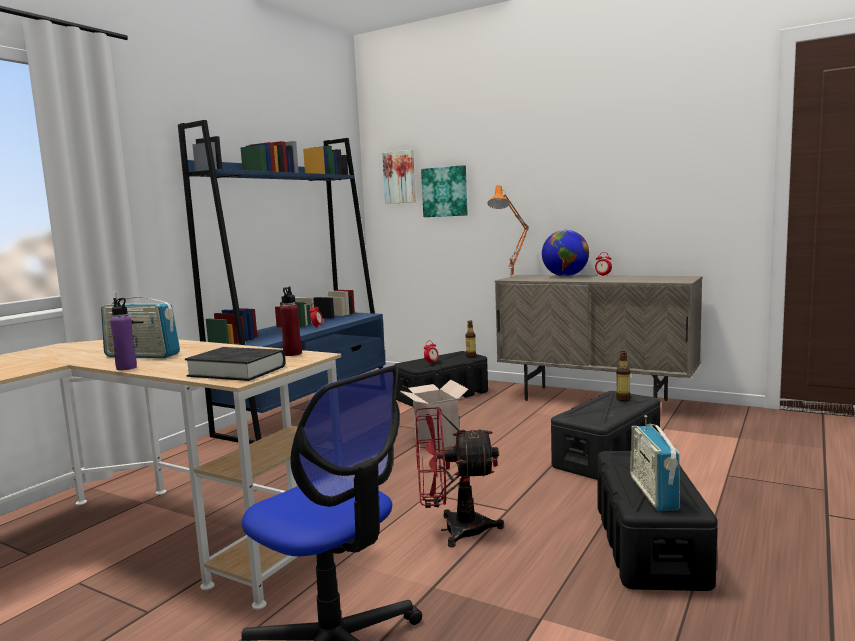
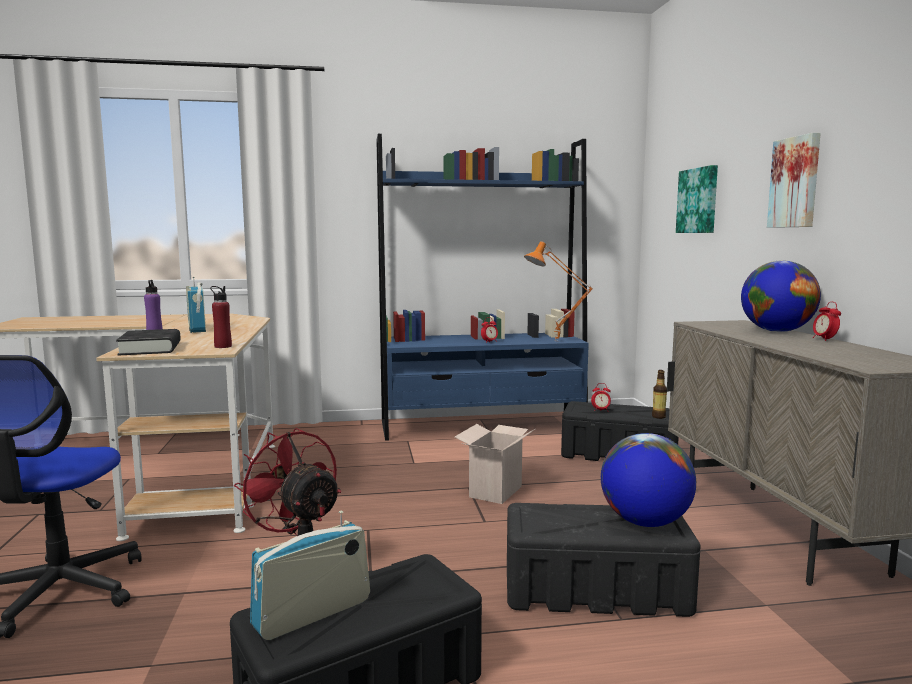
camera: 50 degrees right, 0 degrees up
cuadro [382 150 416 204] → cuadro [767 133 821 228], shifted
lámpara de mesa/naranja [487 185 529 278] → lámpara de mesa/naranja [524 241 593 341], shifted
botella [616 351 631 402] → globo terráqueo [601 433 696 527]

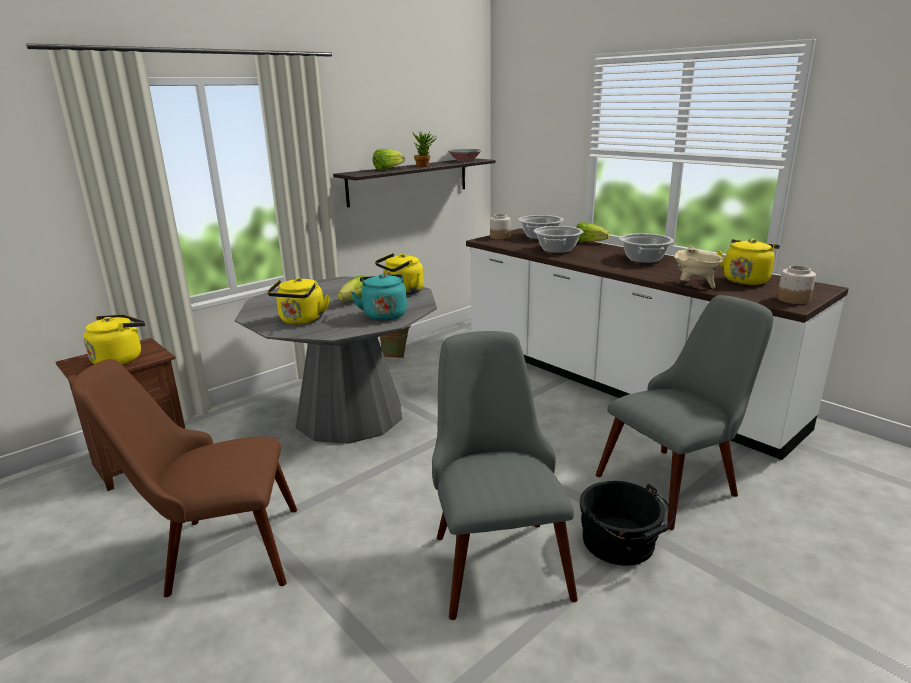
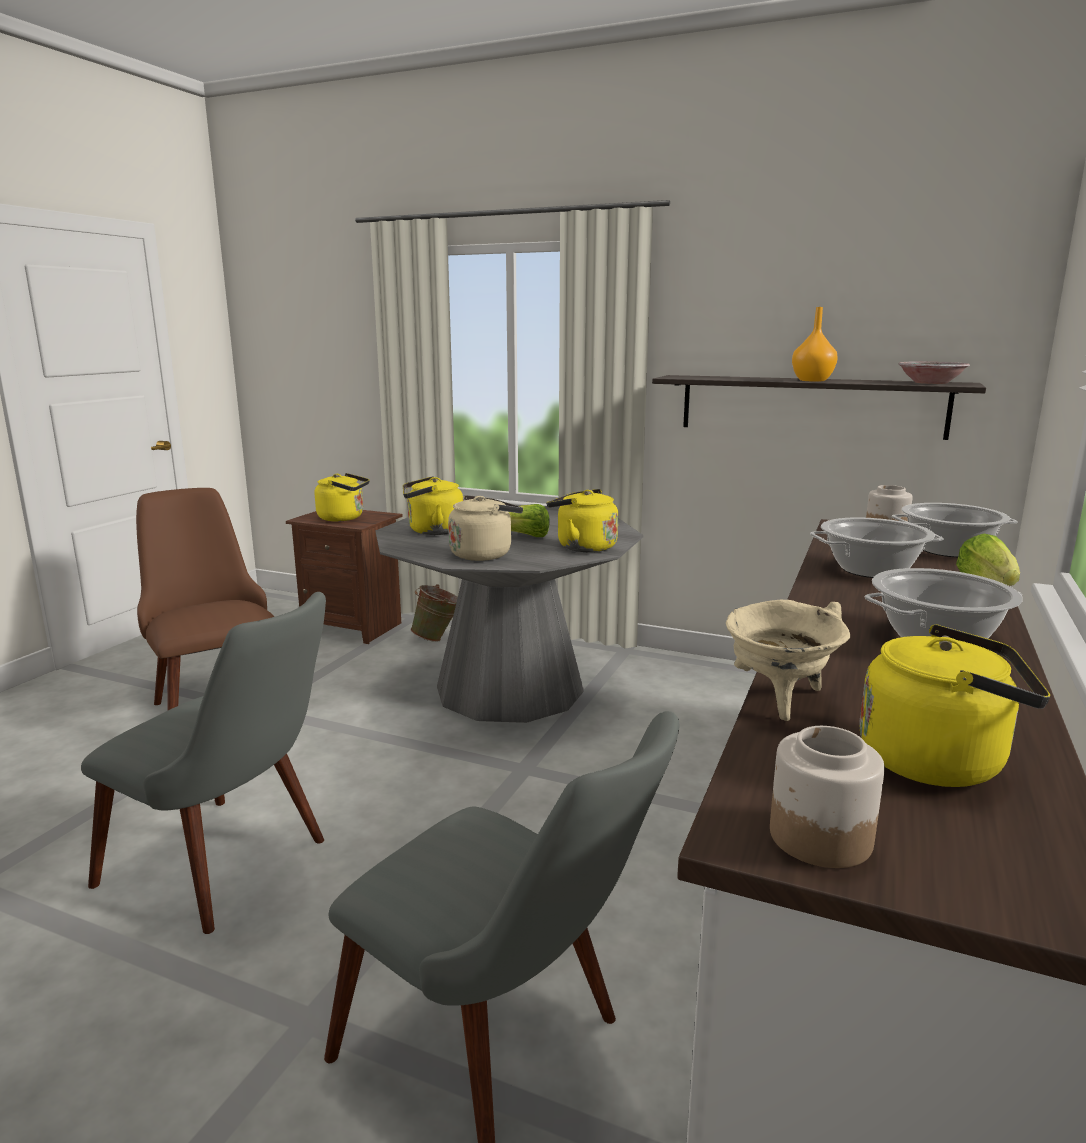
camera: 65 degrees right, 5 degrees down
planta en maceta [412 131 437 167] → florero/naranja [792 307 838 382]
lechuga [373 149 405 170] → -
hervidor/turquesa [351 274 407 321] → hervidor/beis [448 495 523 561]
cubo/verde [380 325 411 358] → cubo/verde [411 584 458 642], shifted
silla/gris [432 331 578 620] → silla/gris [81 592 326 934], 60 degrees clockwise
cubo/negro [579 481 675 566] → -

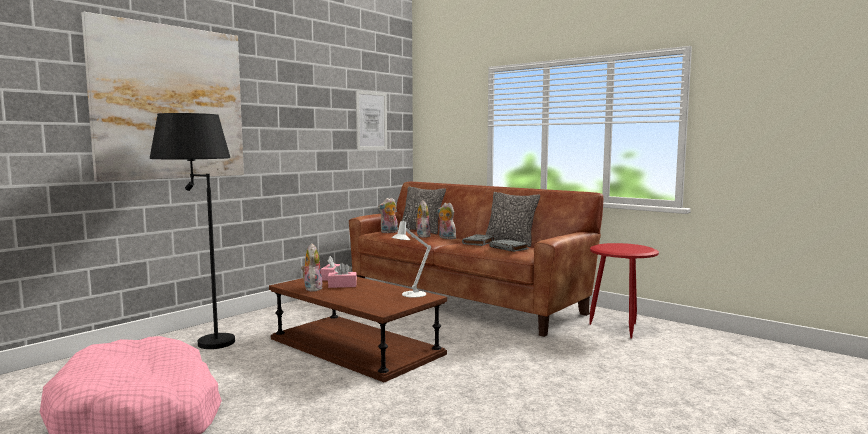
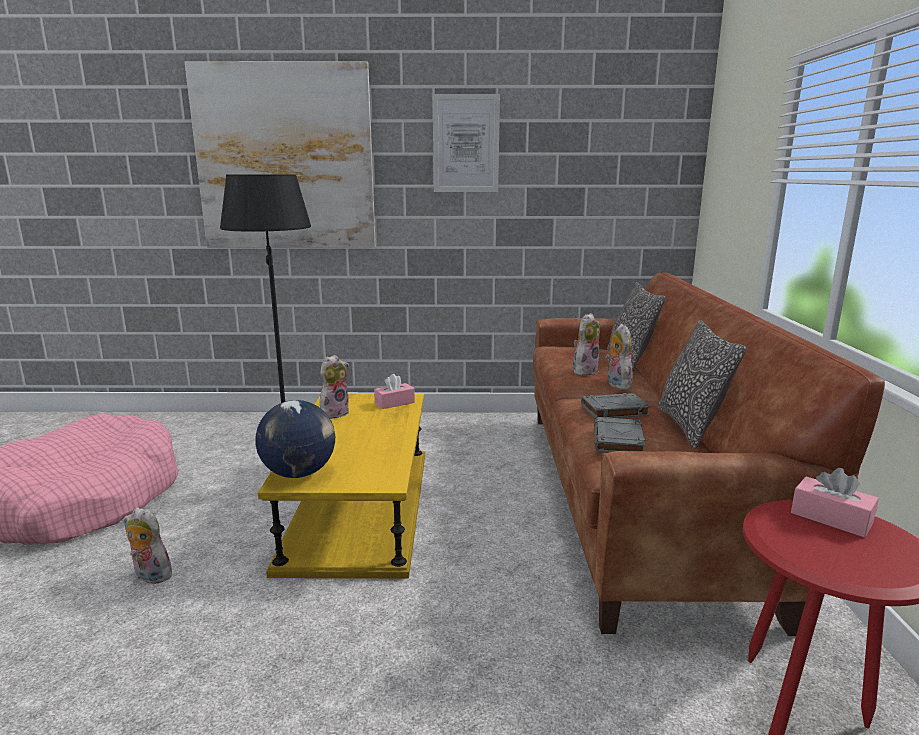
camera: 50 degrees right, 10 degrees up
cuadro [356 90 387 150] → cuadro [433 94 500 192], shifted
peluche [378 198 398 233] → peluche [124 507 172 584], shifted
lámpara de mesa/blanco [391 216 431 298] → -
caja de pañuelos/rosa [328 263 357 288] → caja de pañuelos/rosa [791 468 879 537], shifted
mesa de centro/marrón [269 277 447 383] → mesa de centro/amarillo [258 393 425 578]
- → globo terráqueo [255 400 335 478]

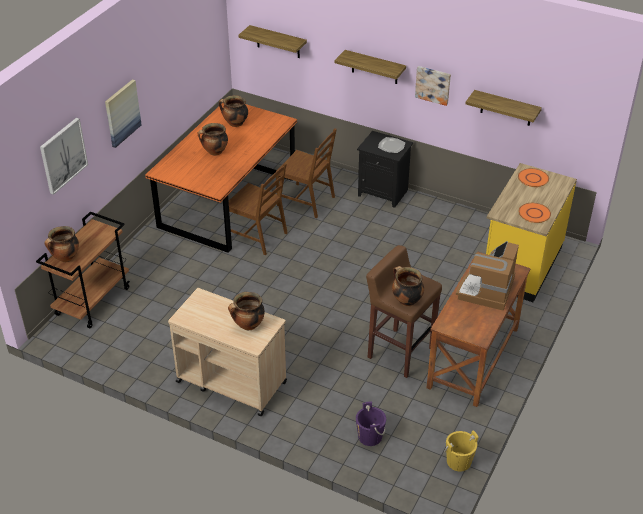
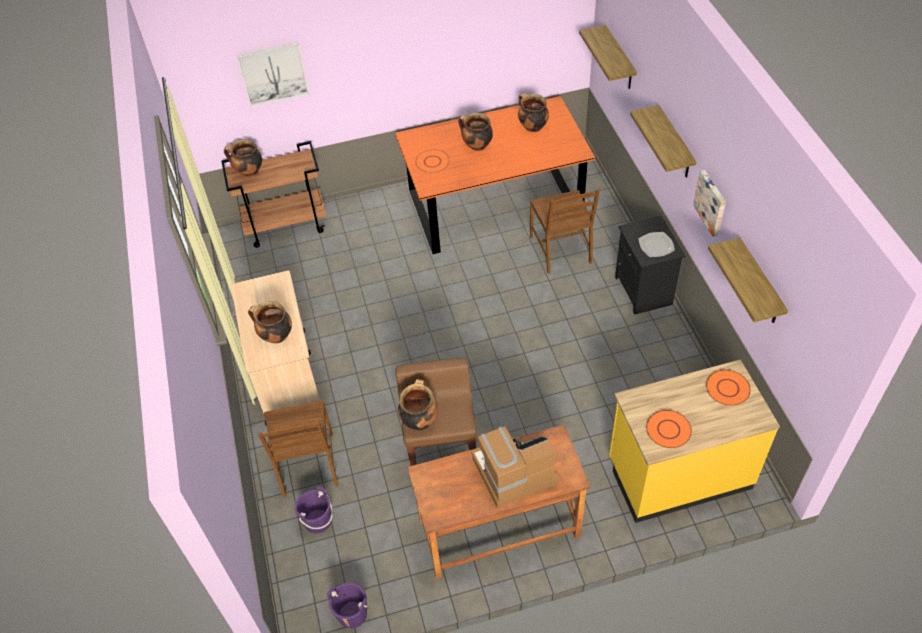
camera: 50 degrees right, 10 degrees up
cuadro [105 79 142 148] → -
silla/marrón [229 163 288 255] → silla/marrón [258 400 338 498], shifted
cubo/amarillo [444 430 479 472] → cubo/morado [327 582 369 629]
- → plato/naranja [415 149 450 173]

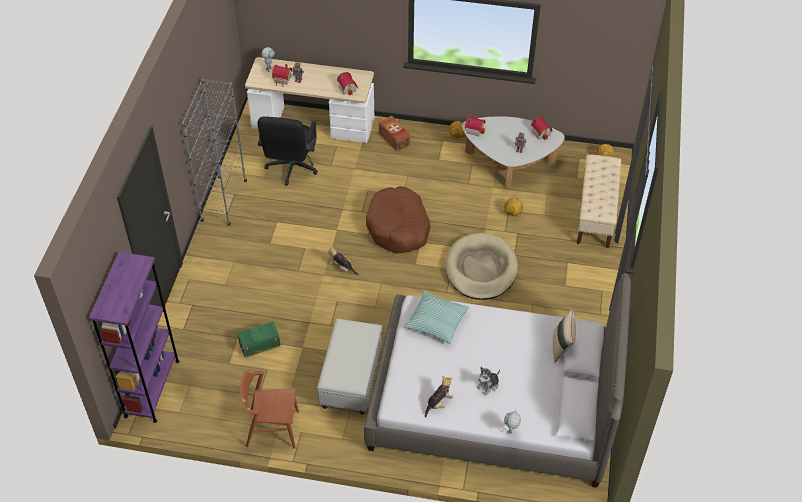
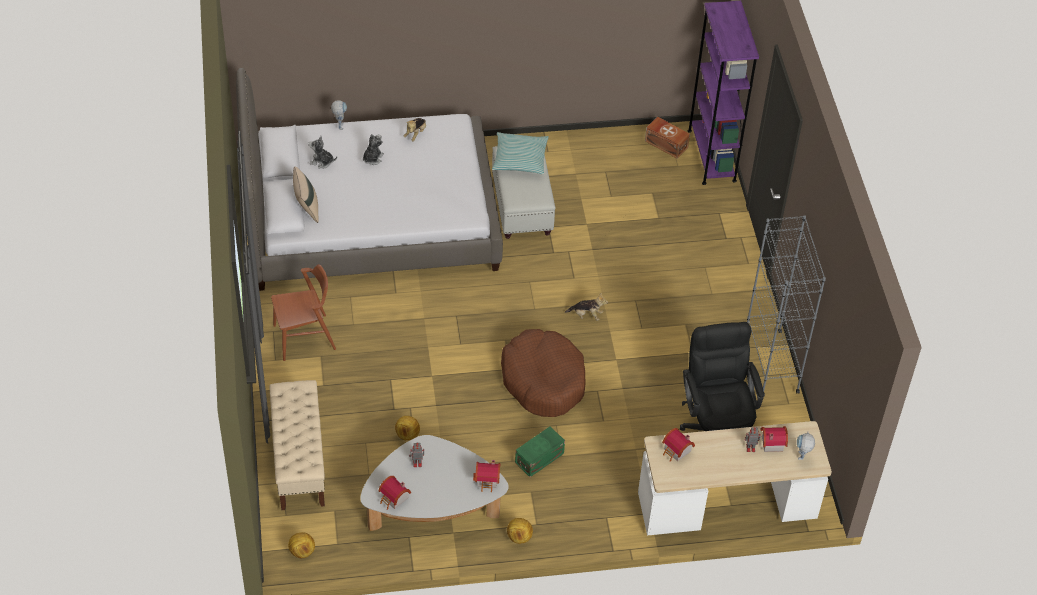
camera: 160 degrees right, 0 degrees up
caja de almacenaje/marrón [379 116 410 152] → caja de almacenaje/marrón [645 117 690 159], shifted
cama para perro/beis [445 233 518 300] → -
cojín [404 291 469 344] → cojín [492 132 549 174], shifted
caja de almacenaje/verde [238 321 281 358] → caja de almacenaje/verde [515 427 565 477], shifted
silla/marrón [240 371 299 449] → silla/marrón [271 264 336 361], shifted
- → peluche [308 136 337 169]

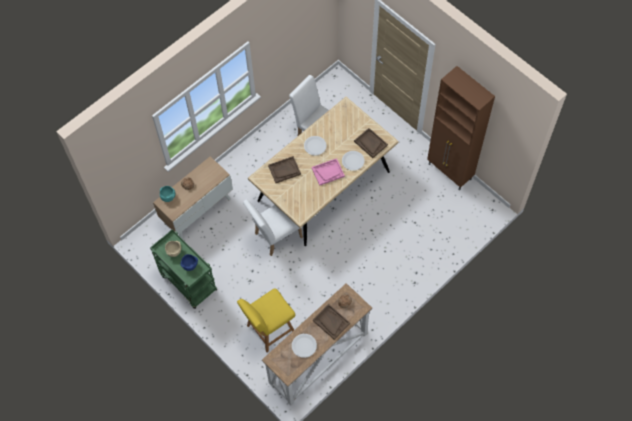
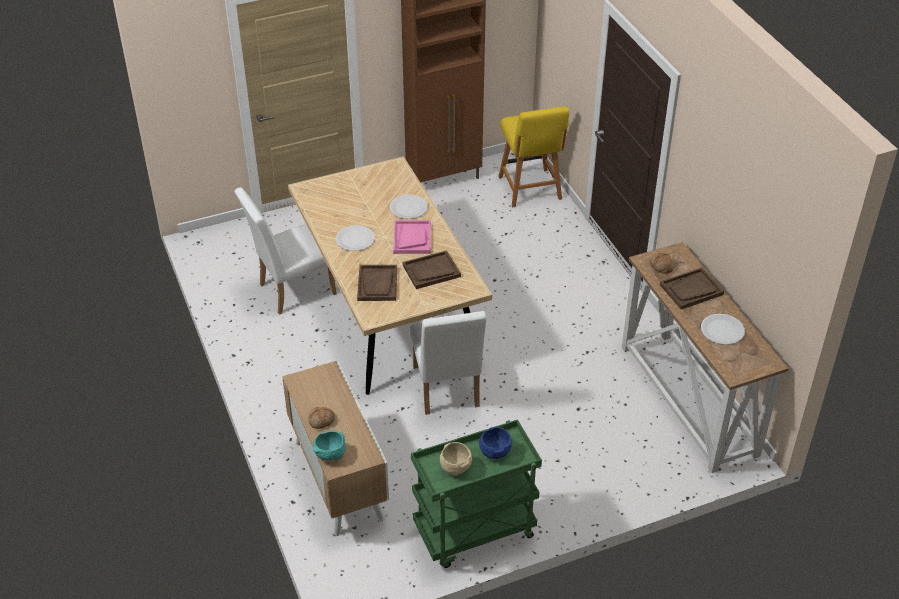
camera: 70 degrees left, 20 degrees down
bandeja/marrón [354 128 388 158] → bandeja/marrón [403 250 461 289], shifted
silla/amarillo [237 288 295 352] → silla/amarillo [498 106 569 207], shifted

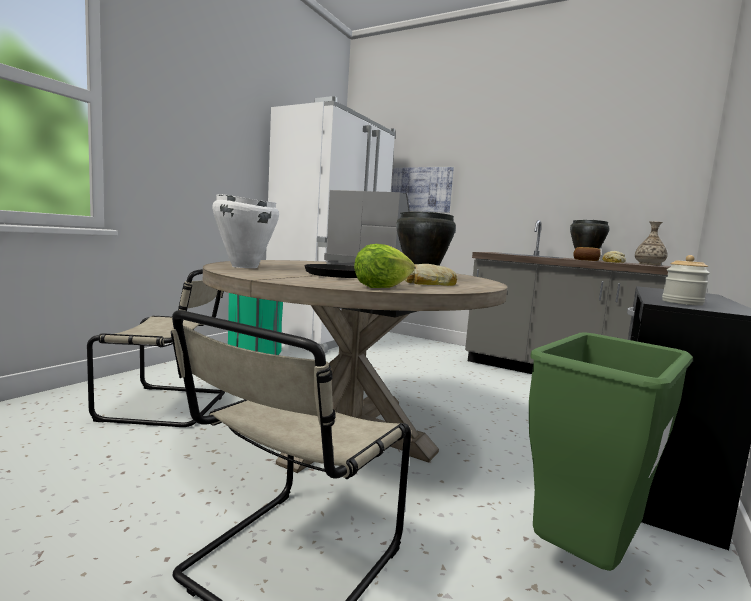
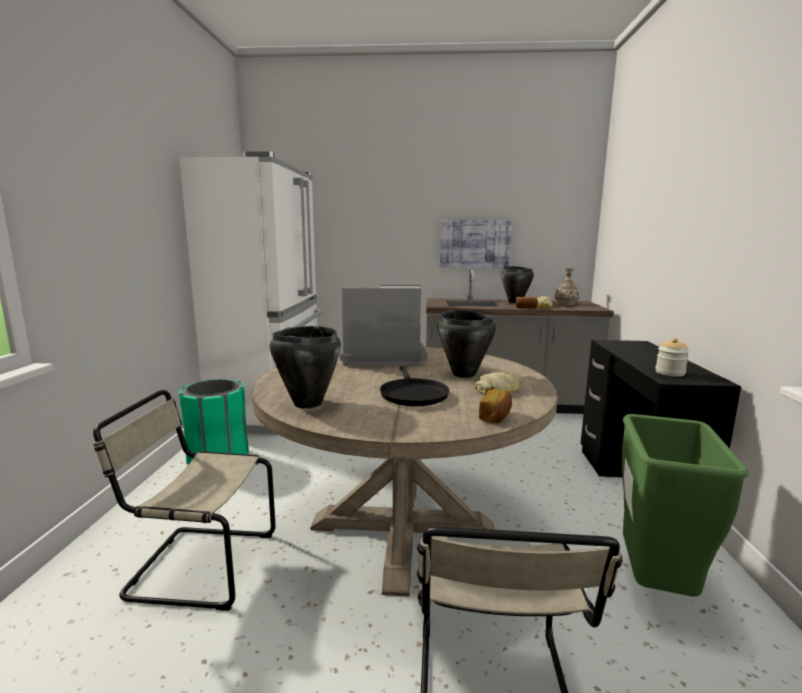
camera: 25 degrees left, 5 degrees up
cuadro [391 167 454 213] → cuadro [440 220 512 268], shifted
olla/blanco [212 194 279 268] → olla/negro [269 326 341 409]
lechuga [354 244 415 288] → pan [479 389 512 423]
silla/beis [87 269 225 427] → silla/beis [93 390 276 611], 150 degrees counterclockwise

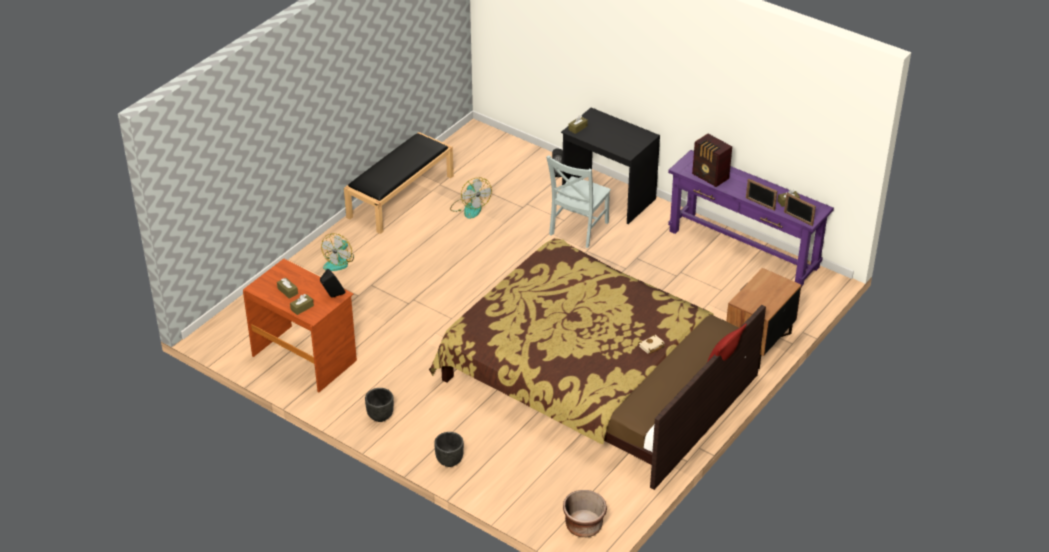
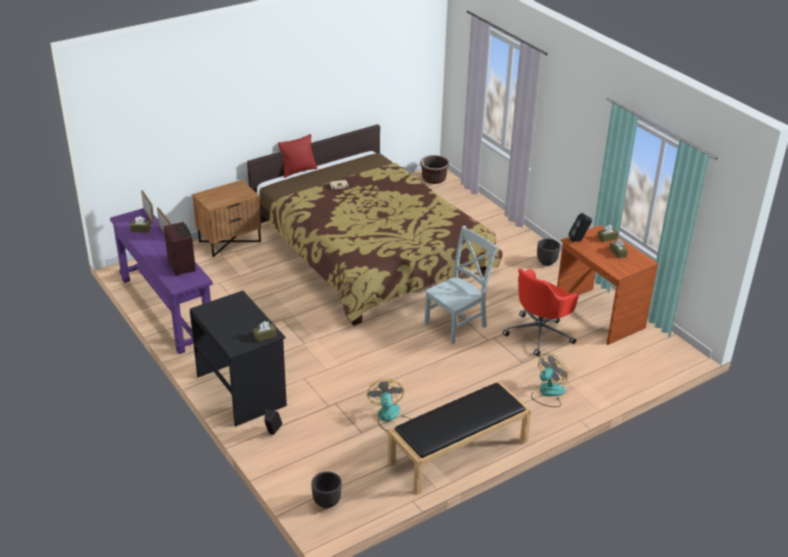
camera: 160 degrees left, 5 degrees down
silla/gris [546 155 611 248] → silla/gris [424 226 498 344], shifted
maceta/negro [434 432 464 467] → maceta/negro [311 471 342 508], shifted
- → silla de oficina/rojo [503 269 579 356]

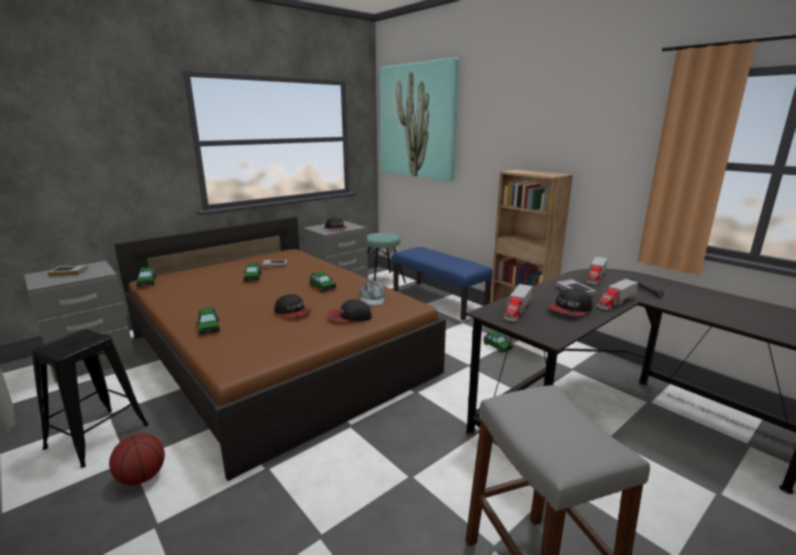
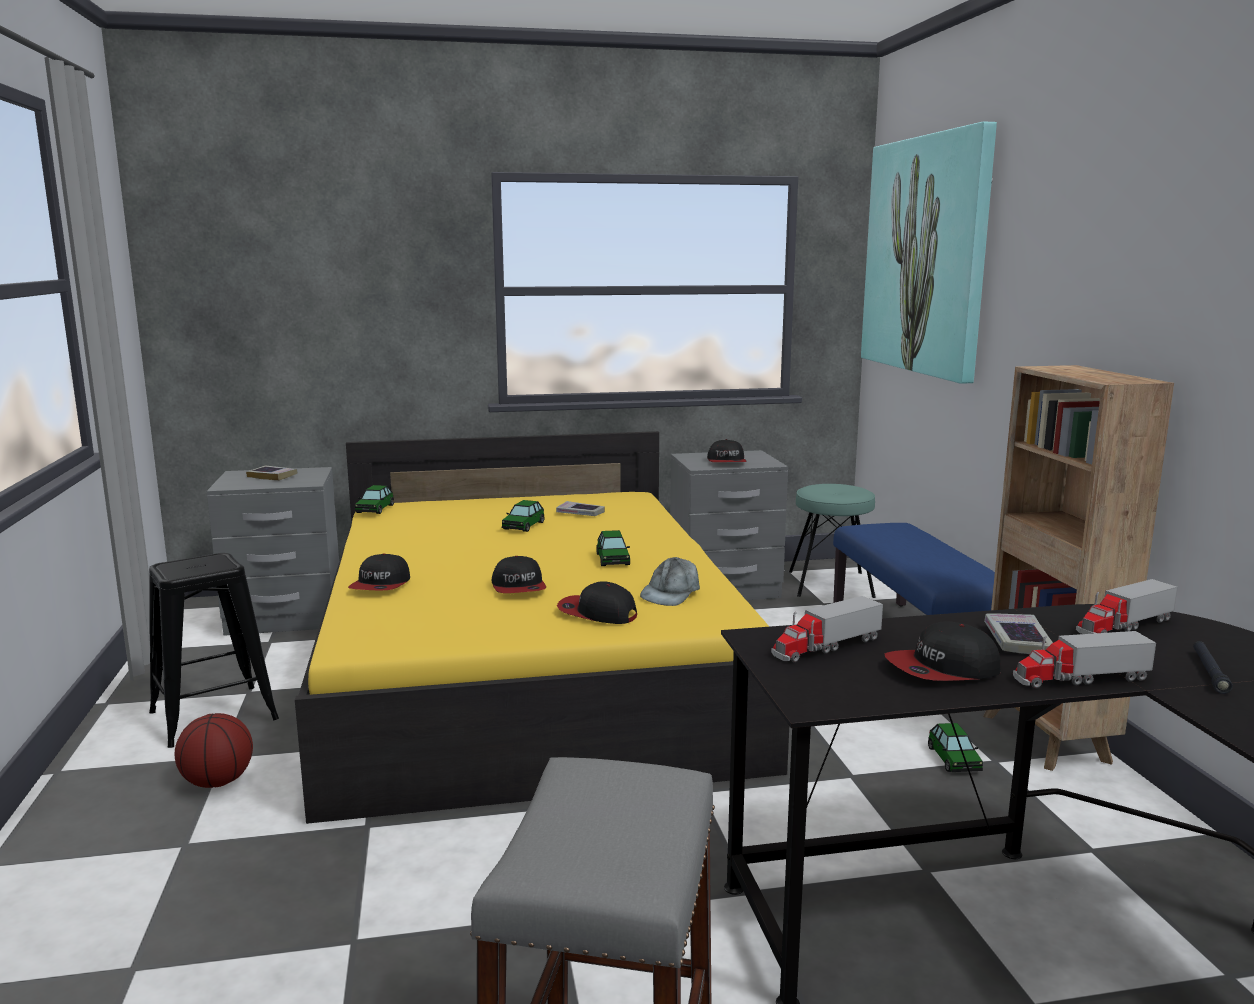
camera: 30 degrees right, 5 degrees down
cama/marrón [114 217 446 481] → cama/amarillo [295 431 789 824]
coche de juguete [196 307 220 335] → gorra [348 554 410 591]

